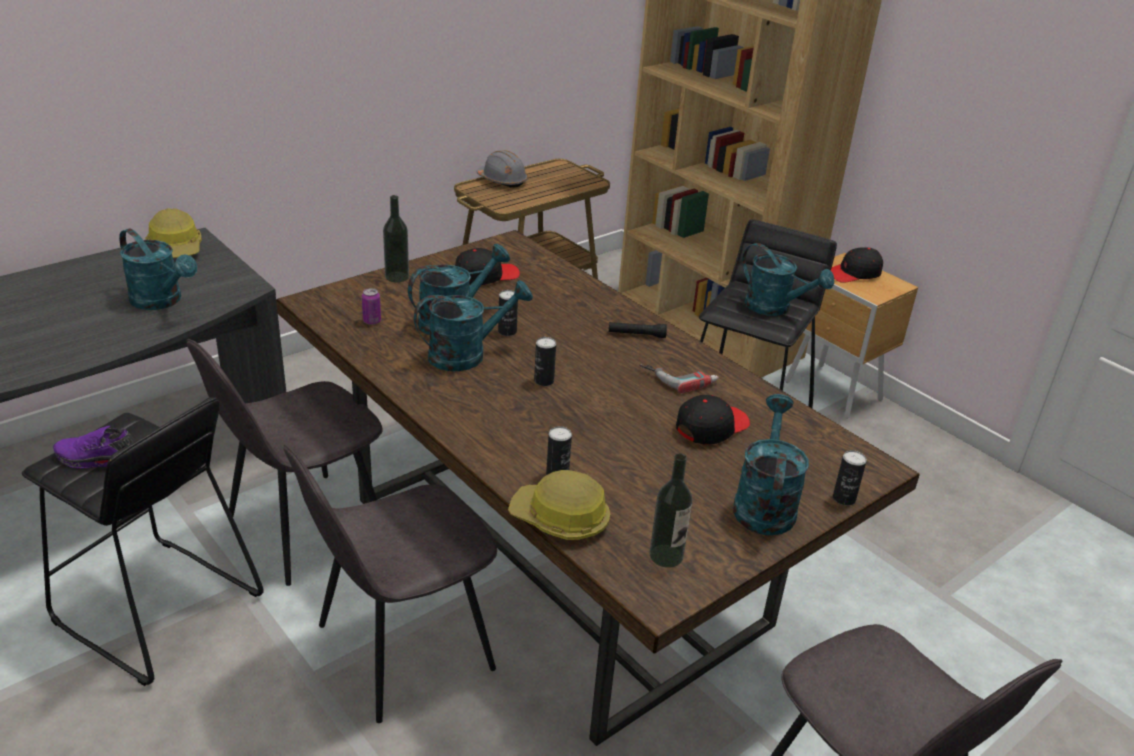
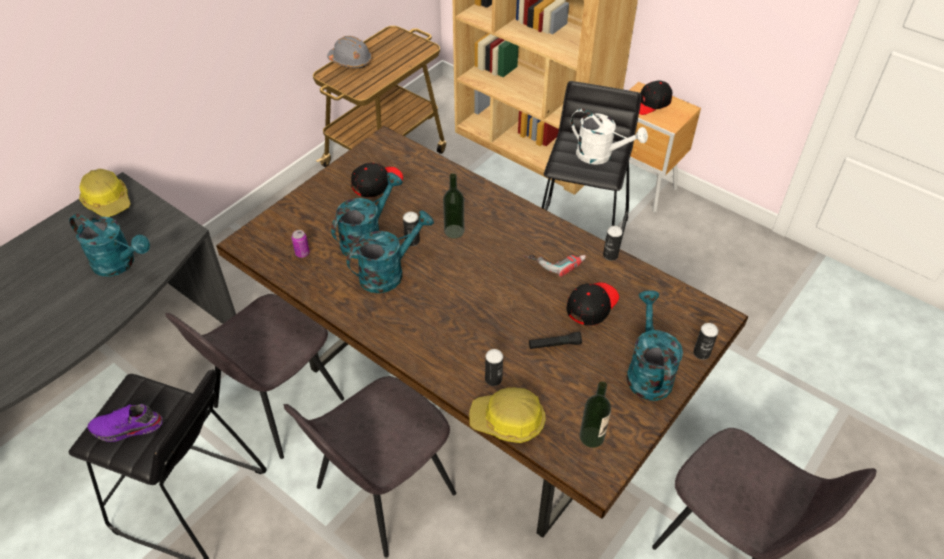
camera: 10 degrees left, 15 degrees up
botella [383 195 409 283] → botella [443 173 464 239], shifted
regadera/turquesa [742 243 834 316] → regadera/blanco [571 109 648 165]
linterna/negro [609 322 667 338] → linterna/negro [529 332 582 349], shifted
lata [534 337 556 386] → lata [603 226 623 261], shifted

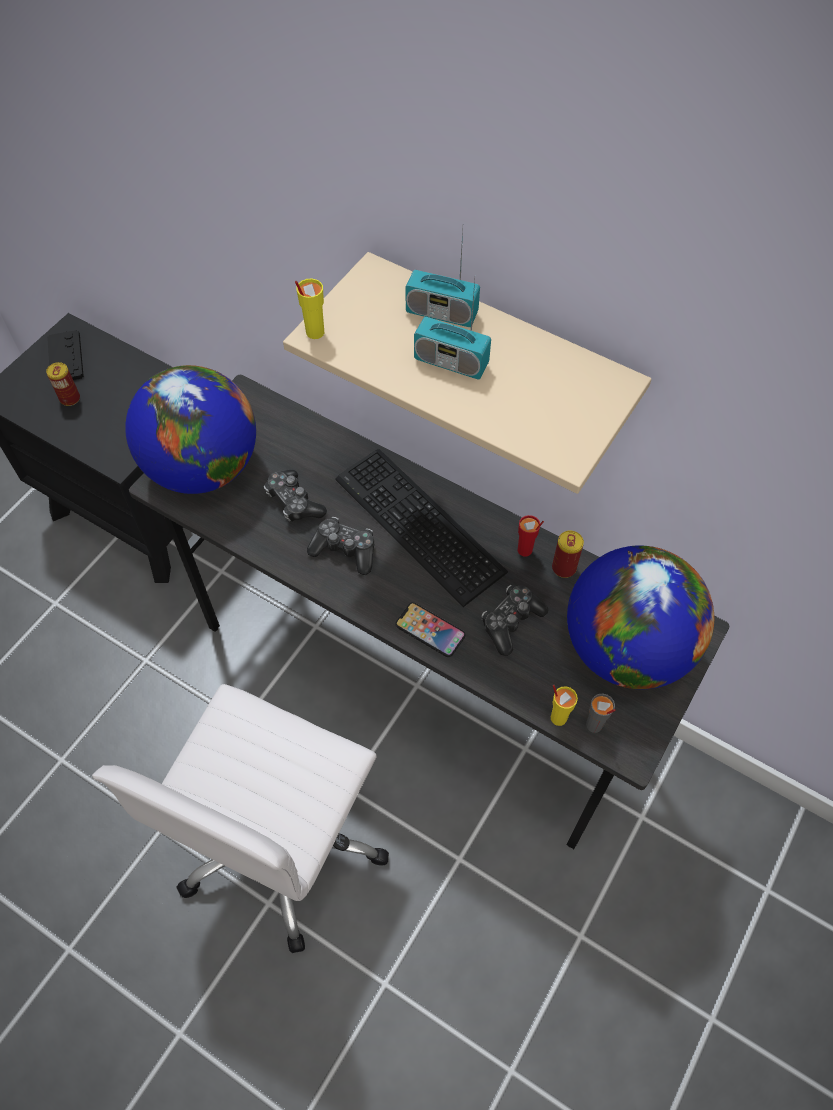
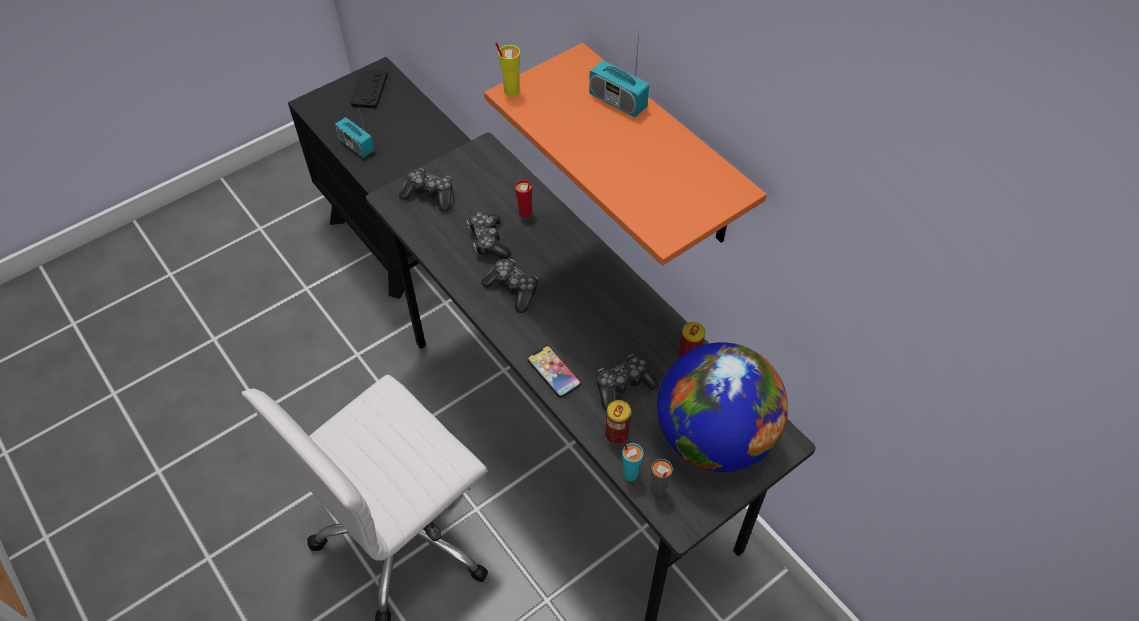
camera: 20 degrees right, 5 degrees down
estante/beis [283 252 651 494] → estante/naranja [484 43 767 265]
radio [414 280 491 379] → radio [335 101 374 158], shifted
lata [46 362 80 406] → lata [605 400 631 444], shifted
globo terráqueo [125 365 256 494] → mando de consola [399 168 453 212]
teclado [335 449 508 607] → -
taza/rojo [517 515 544 557] → taza/rojo [515 180 532 218], shifted
taza/amarillo [551 685 578 726] → taza/turquesa [622 437 644 481]

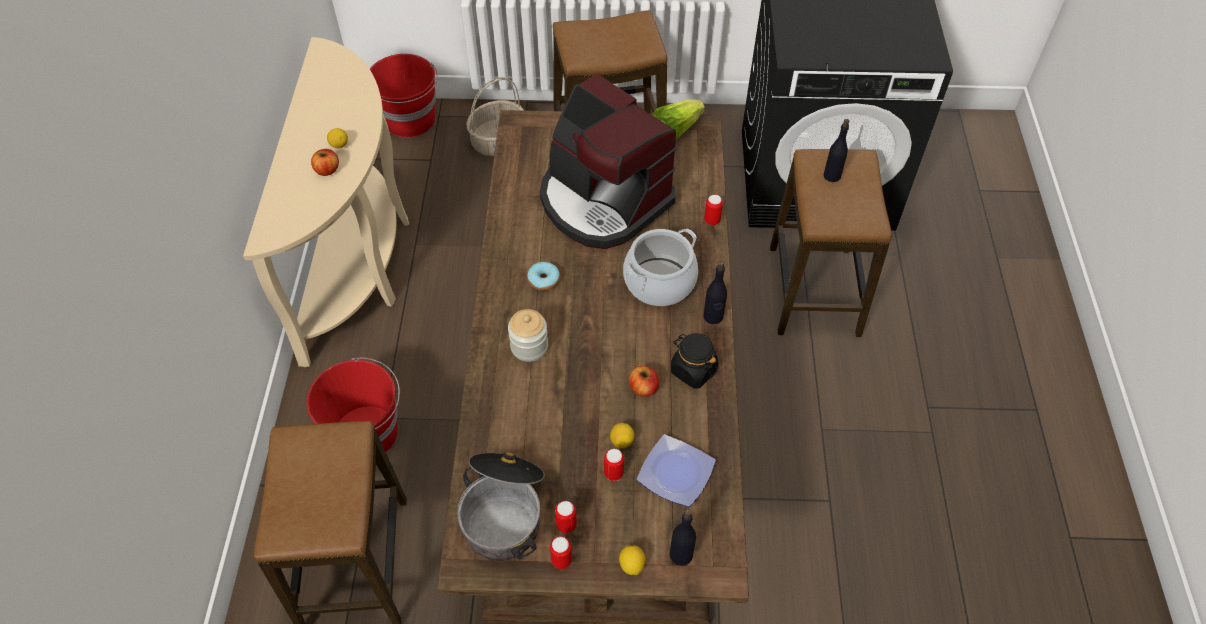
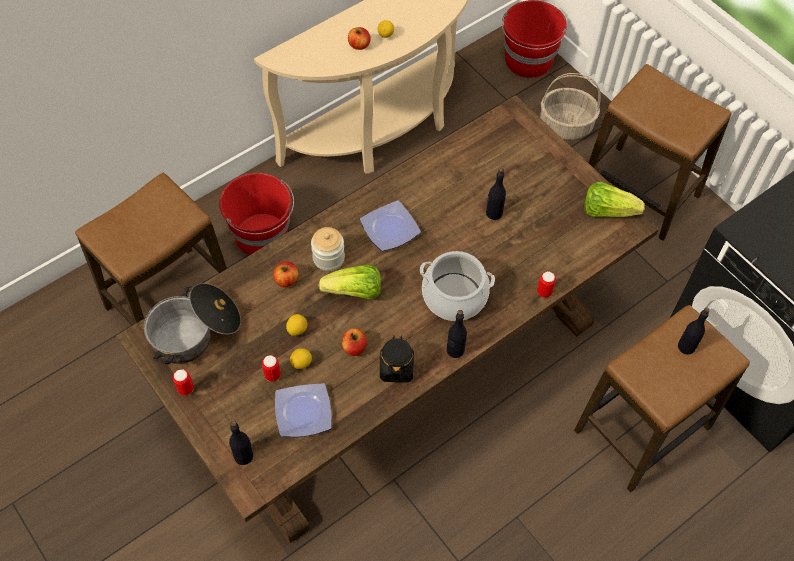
camera: 50 degrees right, 5 degrees up
cafetera [540 73 677 249] → botella/negro [486 168 506 220]
rosquilla [527 262 560 291] → plato [360 200 421 251]
lata [555 501 577 533] → -
limón [619 546 646 575] → limón [286 314 307 336], shifted
- → manzana [273 262 299 287]
- → lechuga [319 264 381 299]

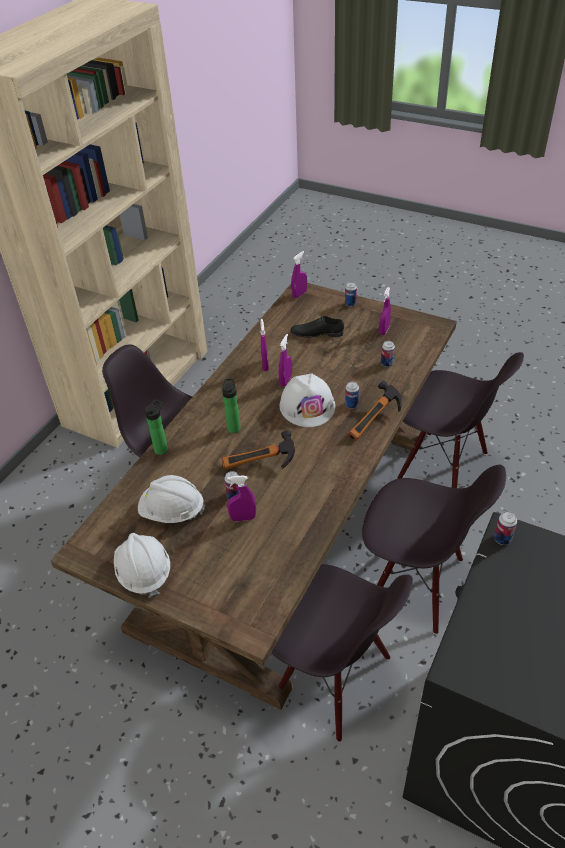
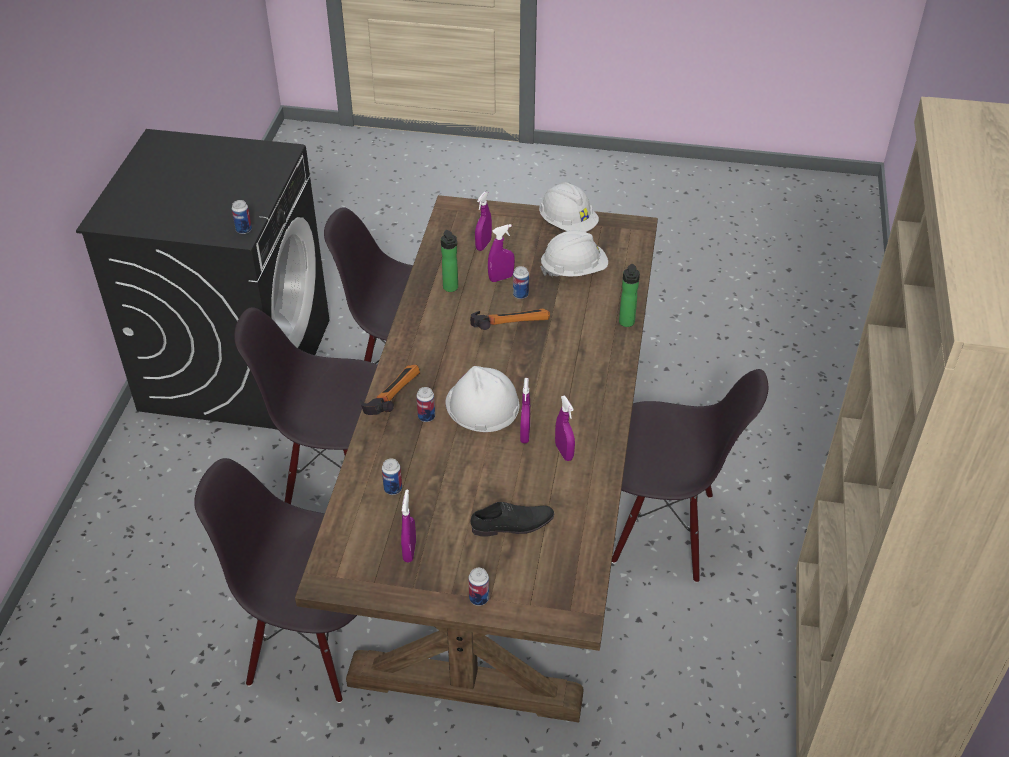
camera: 160 degrees right, 0 degrees up
pulverizador/morado [291 251 307 298] → pulverizador/morado [475 192 492 251], shifted
botella [222 378 241 433] → botella [441 230 458 292], shifted

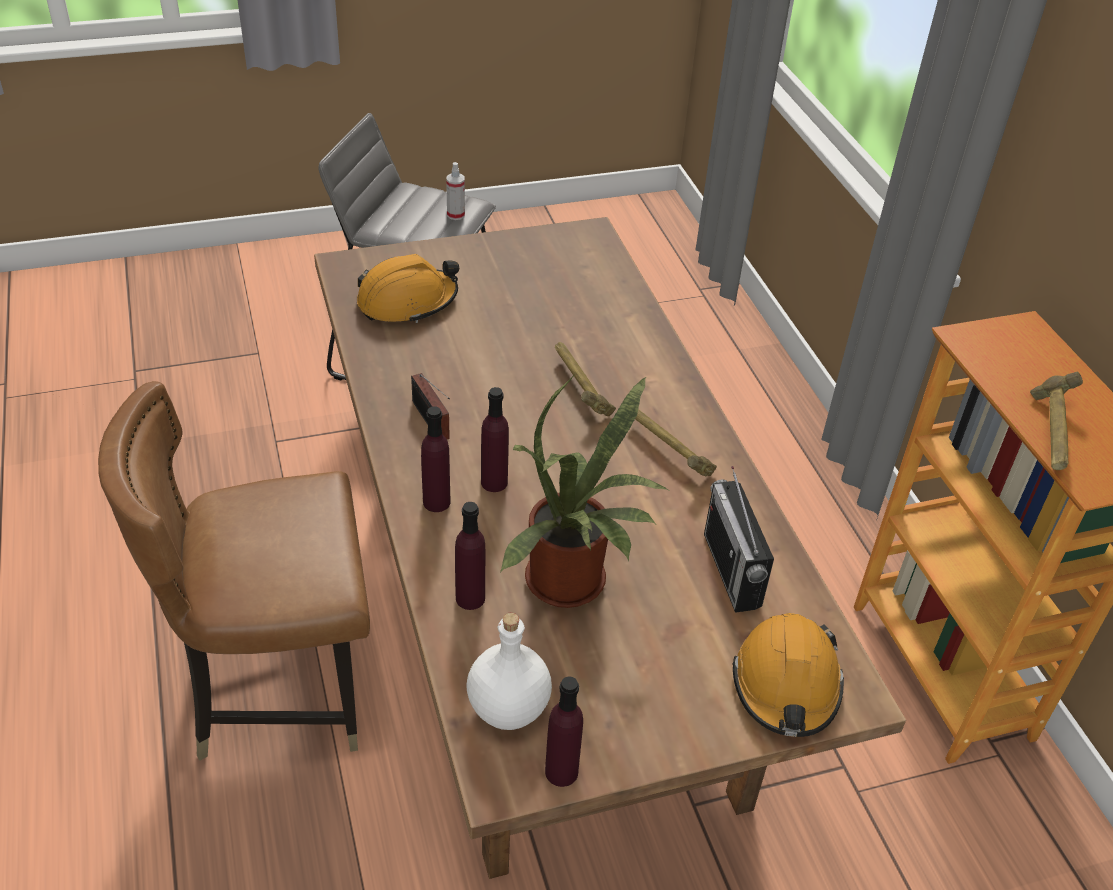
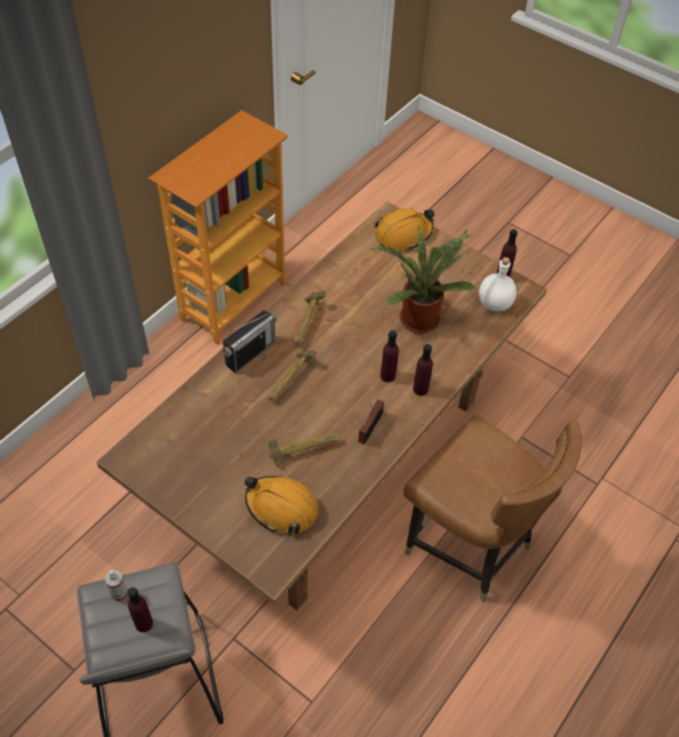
camera: 125 degrees left, 10 degrees up
martillo [1030 371 1083 470] → martillo [269 432 339 468], shifted
radio [704 466 774 613] → radio [222 310 277 373], shifted
botella/morado [455 502 485 610] → botella/morado [127 587 153 632], shifted

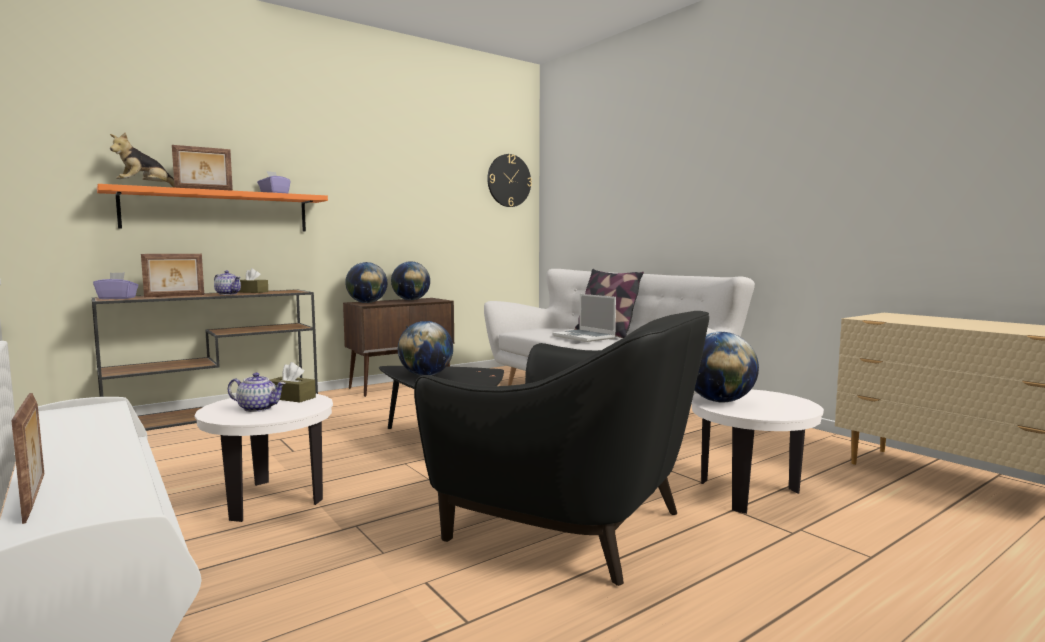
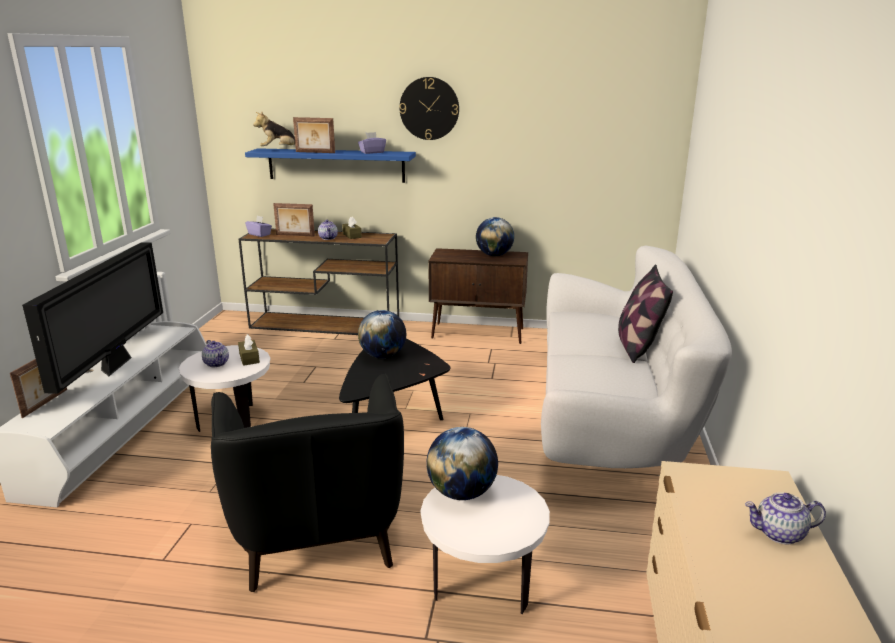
camera: 45 degrees right, 15 degrees up
reloj de pared [487 154 532 207] → reloj de pared [399 77 459 140], shifted
estante/naranja [97 184 328 231] → estante/azul [245 148 416 183]
globo terráqueo [345 262 387 303] → -
portátil [552 294 616 342] → -
- → televisor [22 242 163 394]
- → tetera [745 493 826 544]

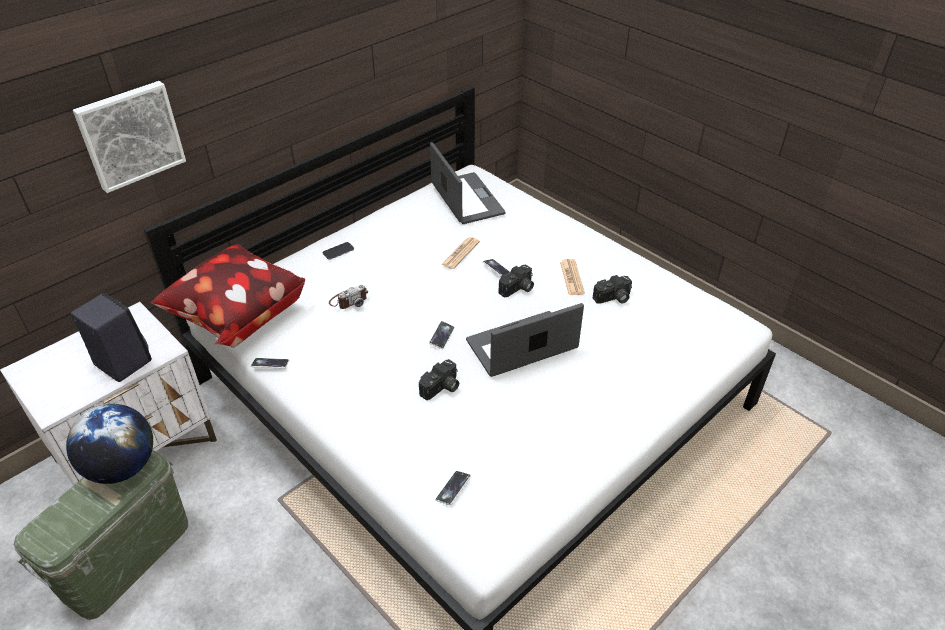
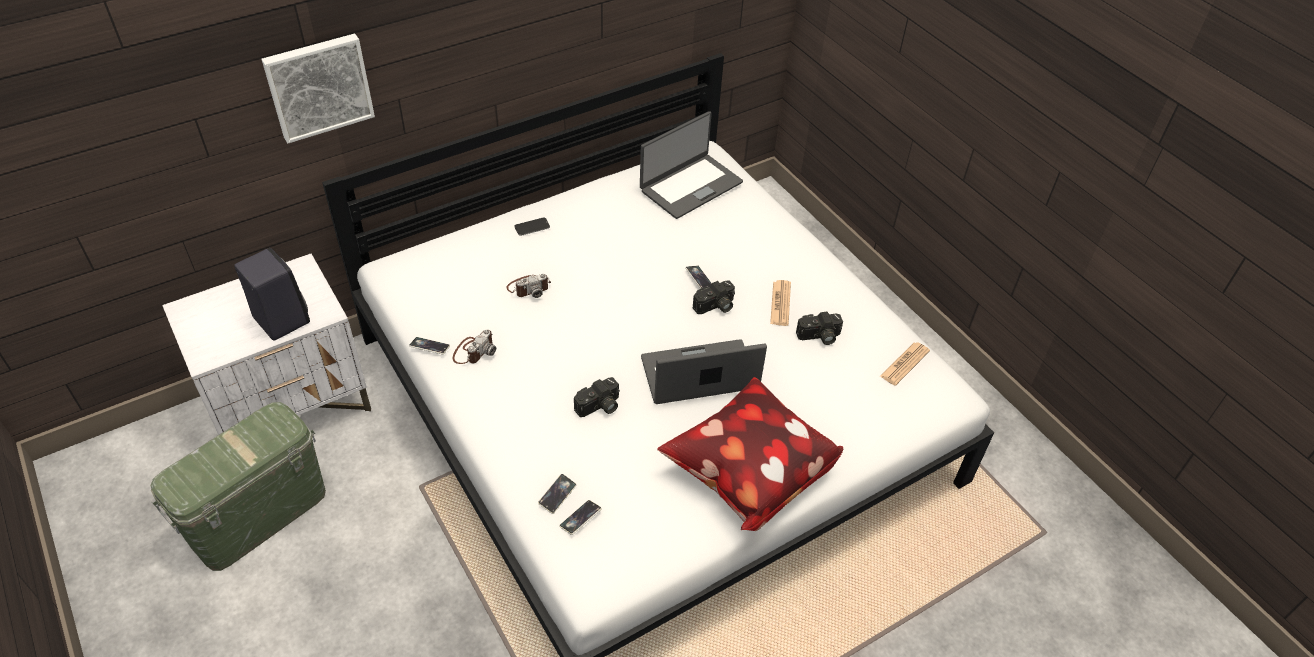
camera: 10 degrees right, 5 degrees up
portátil [430 142 506 224] → portátil [640 111 743 219], 60 degrees clockwise
periódico [441 237 480 269] → periódico [880 342 930 386], shifted
cojín [152 244 305 348] → cojín [657 377 843 531], shifted
móvil [429 321 455 349] → móvil [538 474 576 514], shifted
globo terráqueo [66 404 153 484] → -
- → cámara [453 329 496 364]

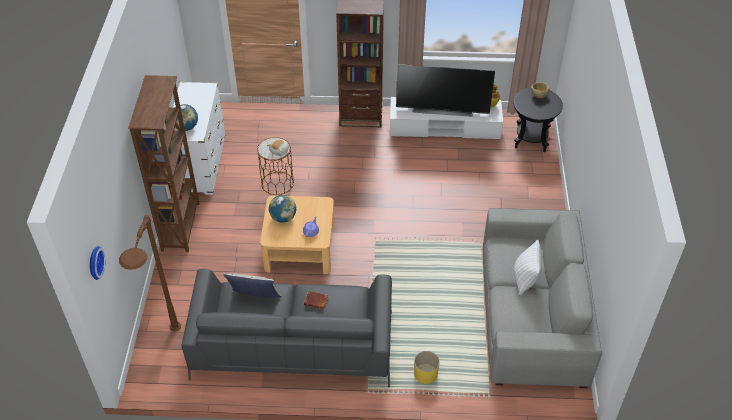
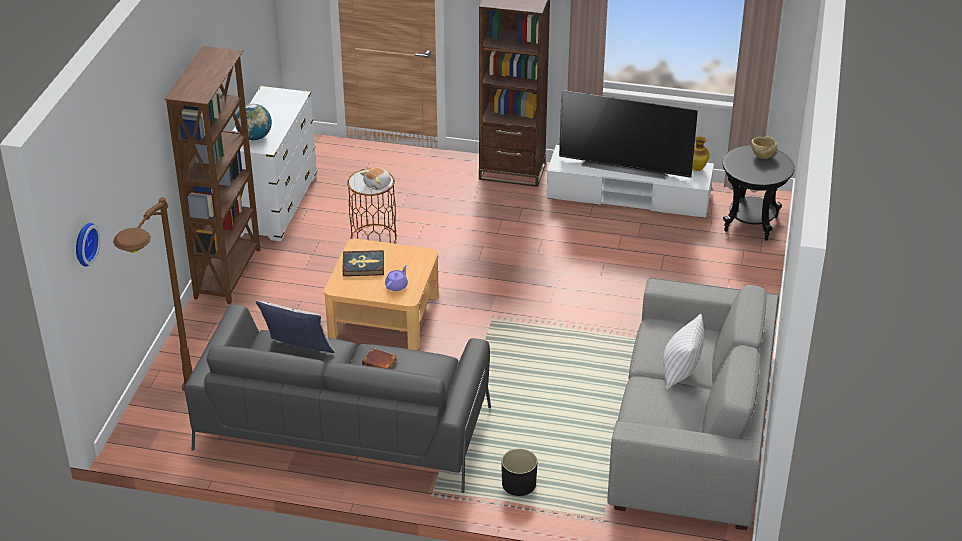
camera: 10 degrees right, 10 degrees down
globo terráqueo [269 195 296 222] → libro [342 250 384 276]
maceta/amarillo [414 351 440 384] → maceta/negro [502 449 537 496]

